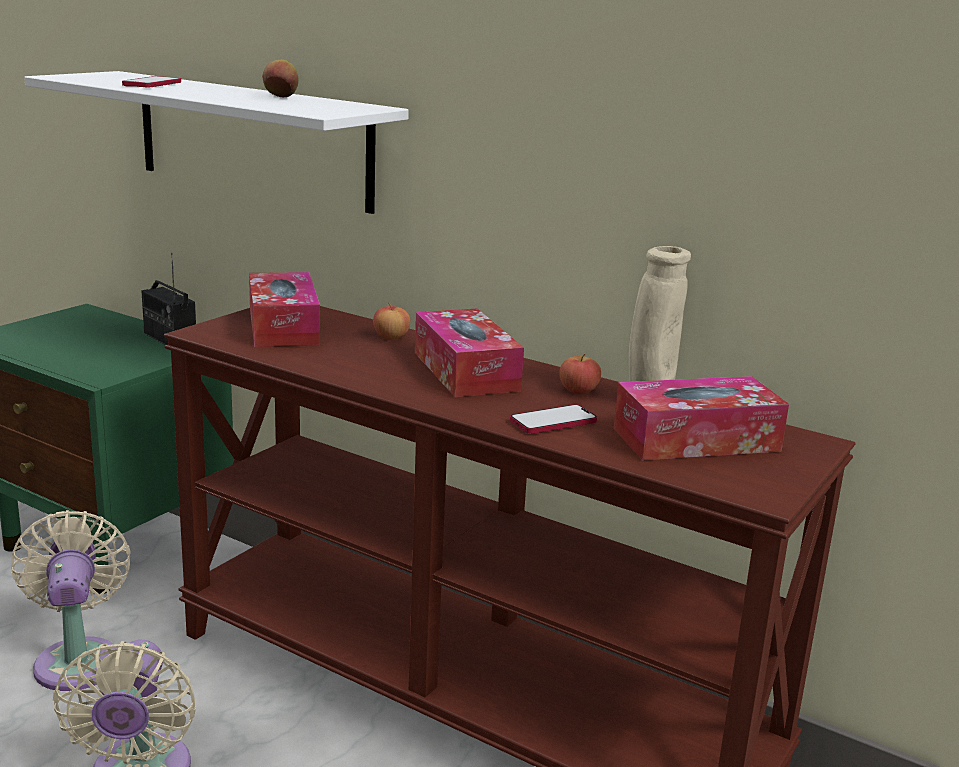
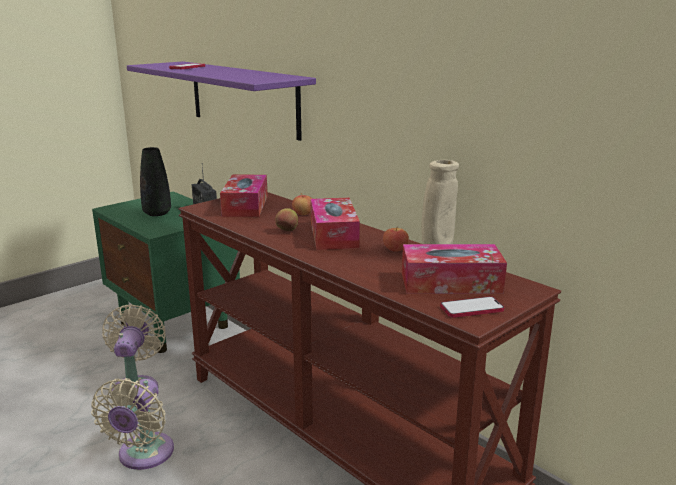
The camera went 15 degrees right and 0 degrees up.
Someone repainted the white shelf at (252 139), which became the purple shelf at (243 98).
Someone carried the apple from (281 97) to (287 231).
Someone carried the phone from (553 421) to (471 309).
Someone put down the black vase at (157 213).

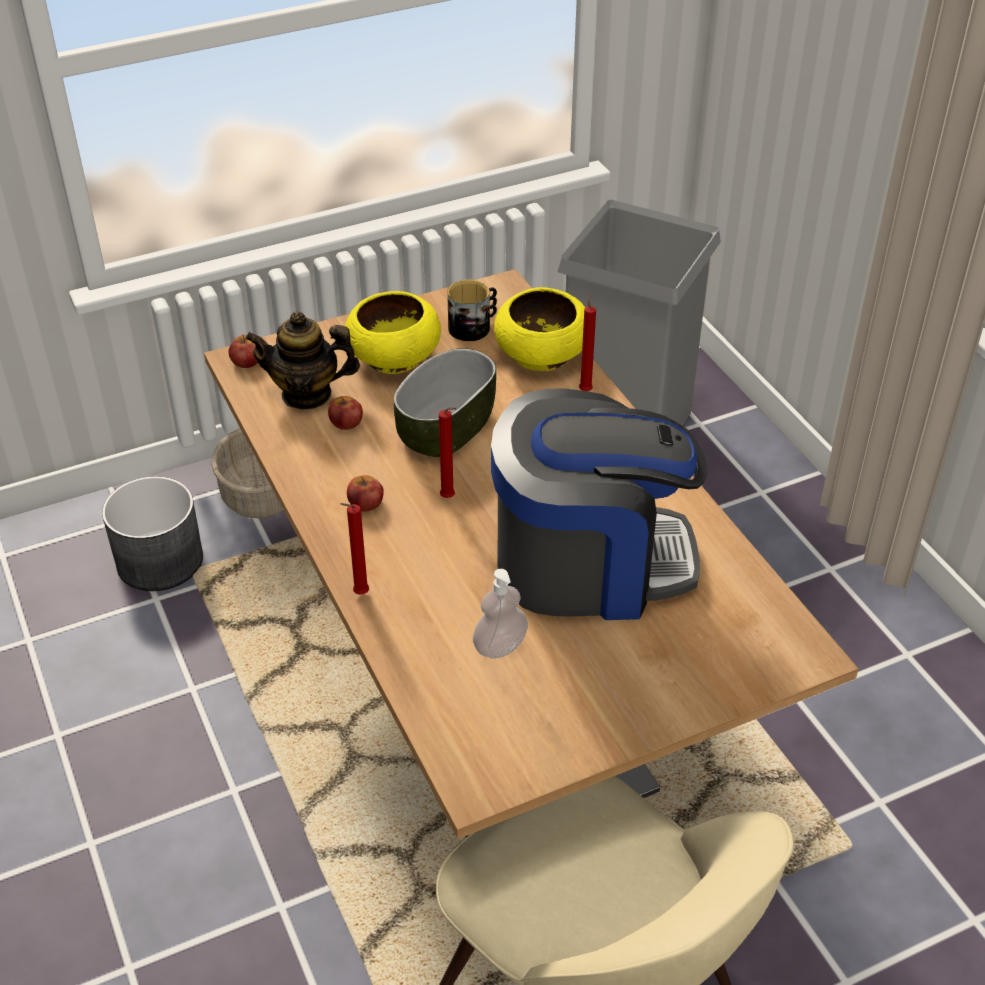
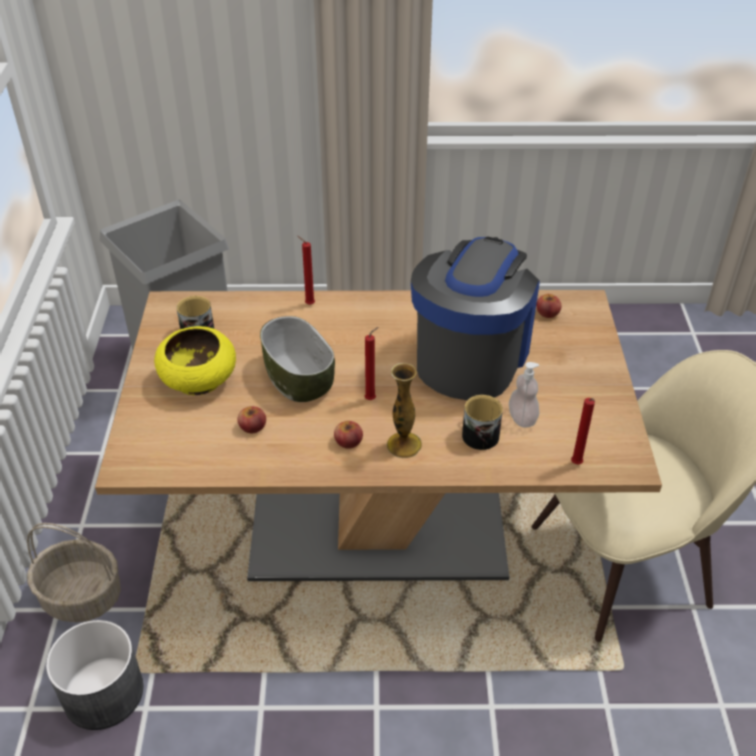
The camera went 65 degrees left and 0 degrees up.
Someone carried the apple from (246 361) to (547 312).
Someone took away the teapot at (307 394).
Someone carried the red candle from (358 594) to (576 465).
Someone took away the yellow bowl at (542 355).
Someone put down the vase at (404 445).
Someone put down the mug at (478 432).

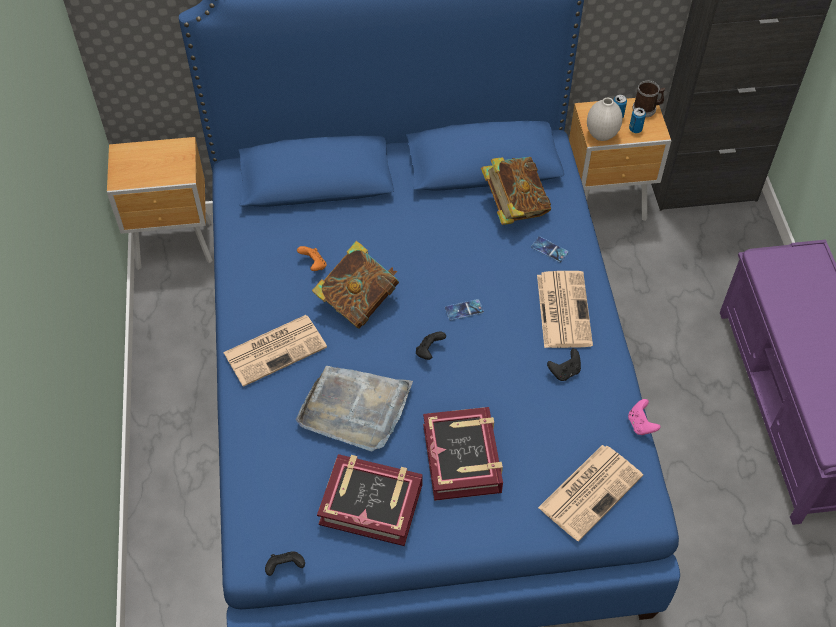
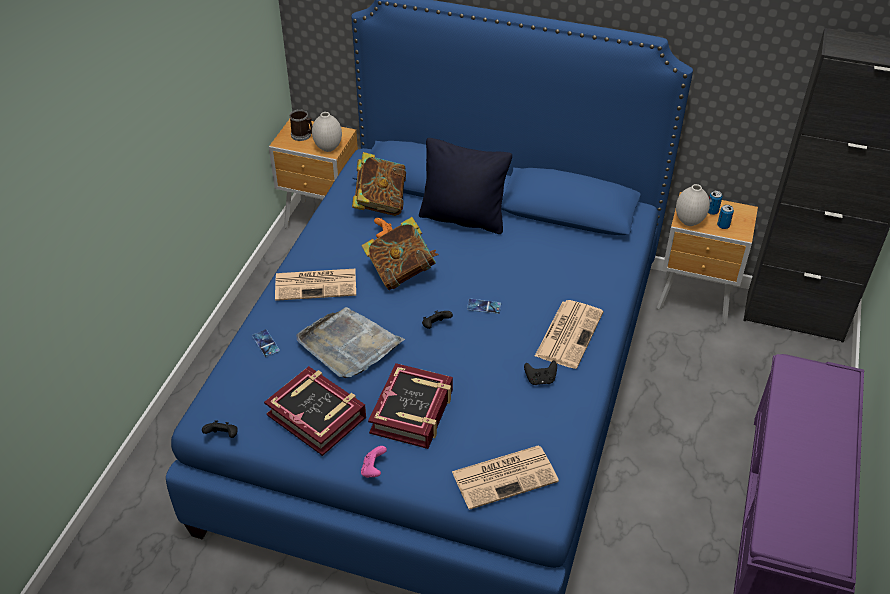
The camera went 25 degrees right and 10 degrees down.
Someone carried the book from (514 206) to (380 203).
Someone carried the phone from (549 249) to (265 343).
Someone carried the pink game controller from (641 424) to (373 469).
Someone carried the mug from (647 109) to (303 135).
Someone put down the white vase at (328 148).
Someone put down the black pillow at (463 218).

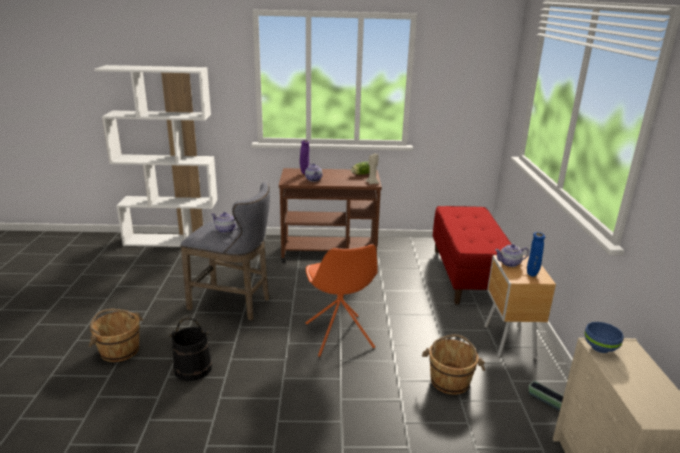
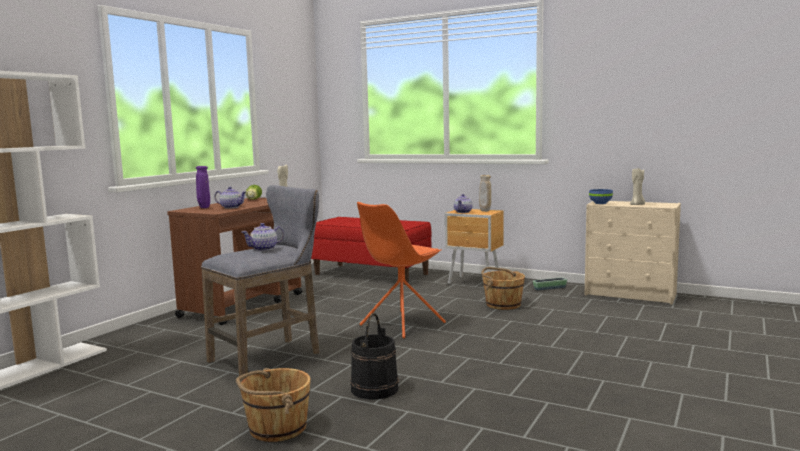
The camera went 60 degrees left and 15 degrees down.
Someone rotated the orange chair at (339 336) by 120 degrees clockwise.
Someone repainted the blue vase at (532 274), which became the beige vase at (485 211).
Someone put down the beige candle at (637 205).

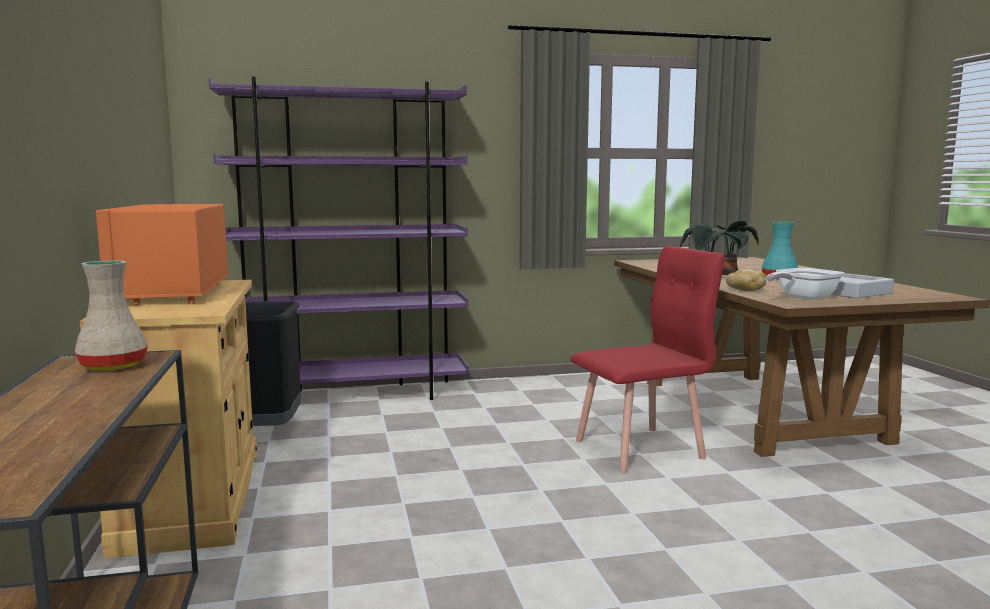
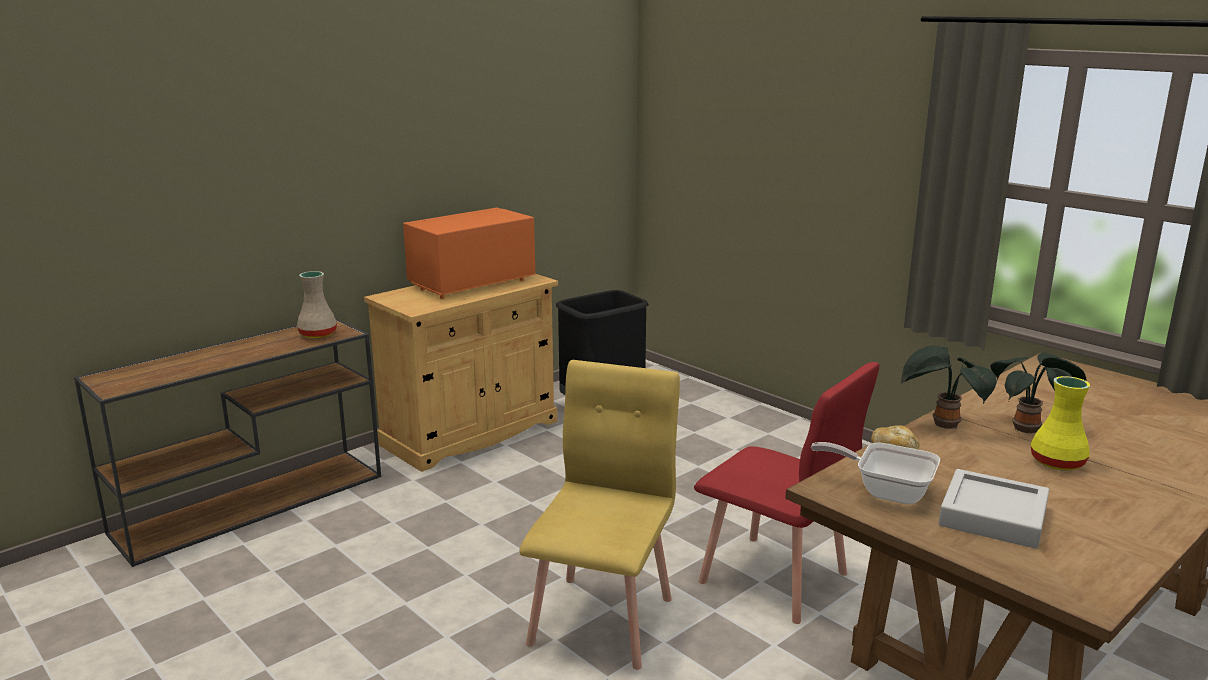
The camera went 60 degrees right and 10 degrees up.
Someone took away the purple bookcase at (353 395).
Someone repainted the turquoise vase at (778 278), which became the yellow vase at (1055 462).
Someone put down the yellow chair at (603 620).

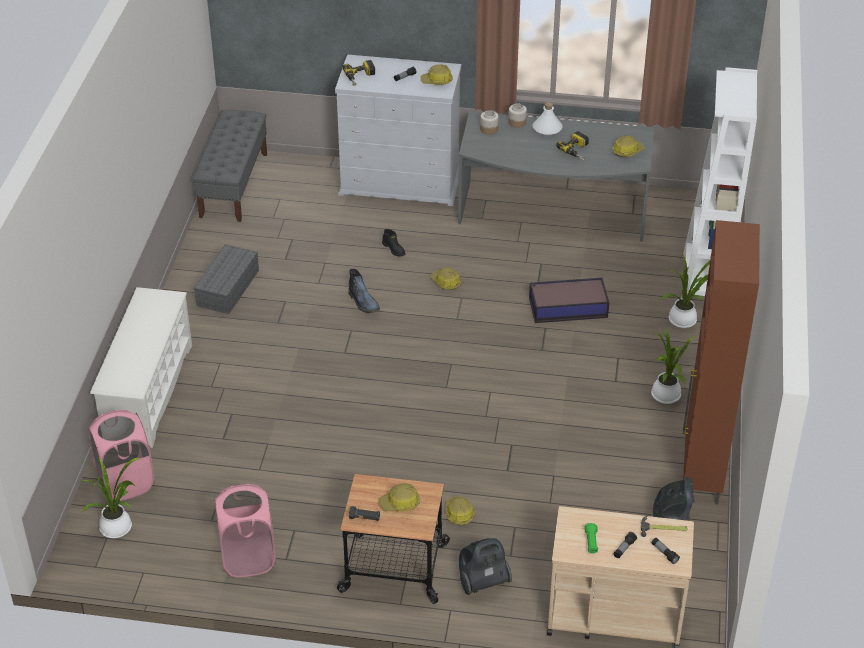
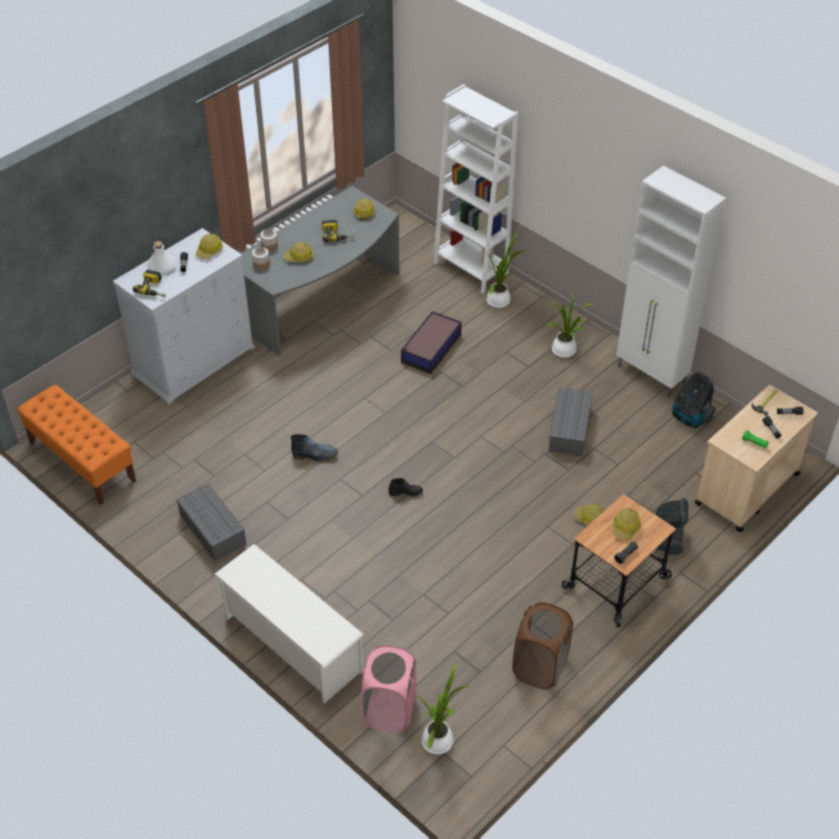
The camera went 55 degrees left and 5 degrees up.
Someone repainted the grey bench at (234 185), which became the orange bench at (81 461).
Someone repainted the pink laundry basket at (248 558), which became the brown laundry basket at (540 667).
Someone carried the black boot from (394 249) to (405 492).
Someone carried the hard hat from (446 282) to (299 257).
Someone carried the white bottle from (547 128) to (162 266).
Someone repainted the brown cabinet at (701 474), which became the white cabinet at (651 375).
Someone put down the grey storage box at (570 430).

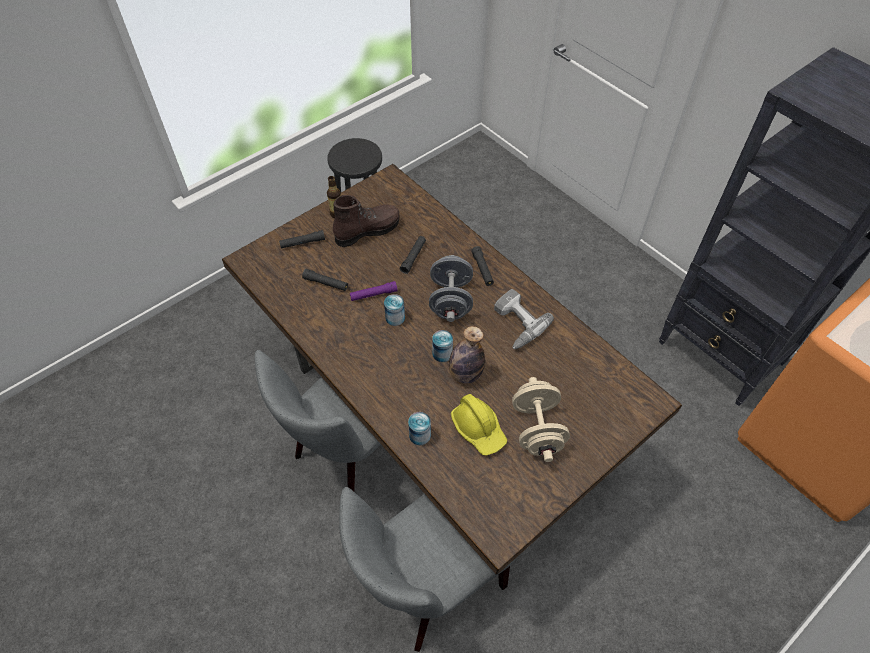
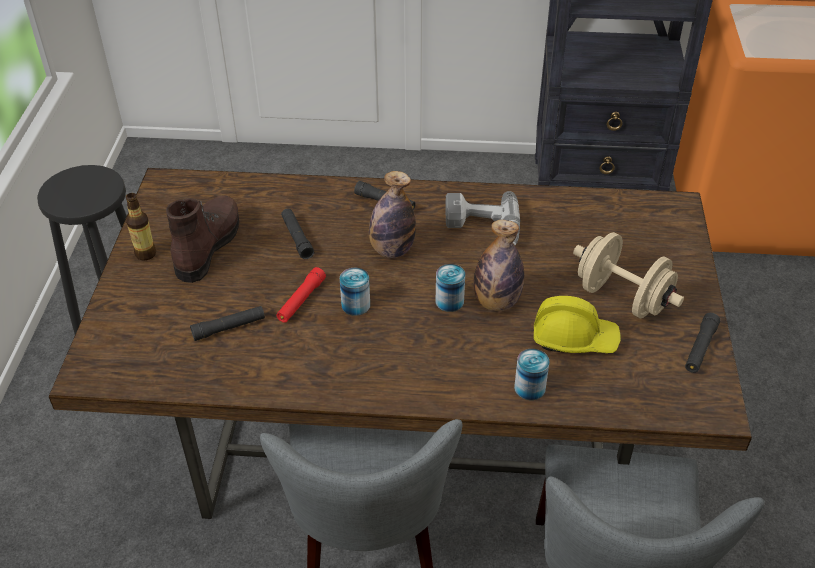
The camera went 45 degrees left and 10 degrees down.
Someone carried the black flashlight from (302 243) to (700 348).
Someone repainted the purple flashlight at (373 294), which became the red flashlight at (301 300).
Someone swapped the grey dumbbell at (450 300) for the bottle at (392 250).

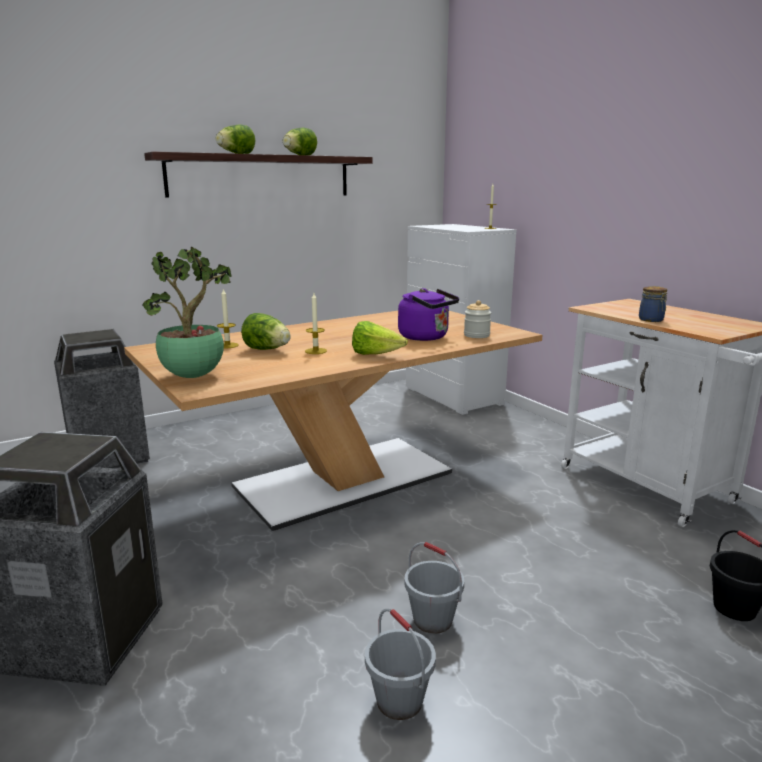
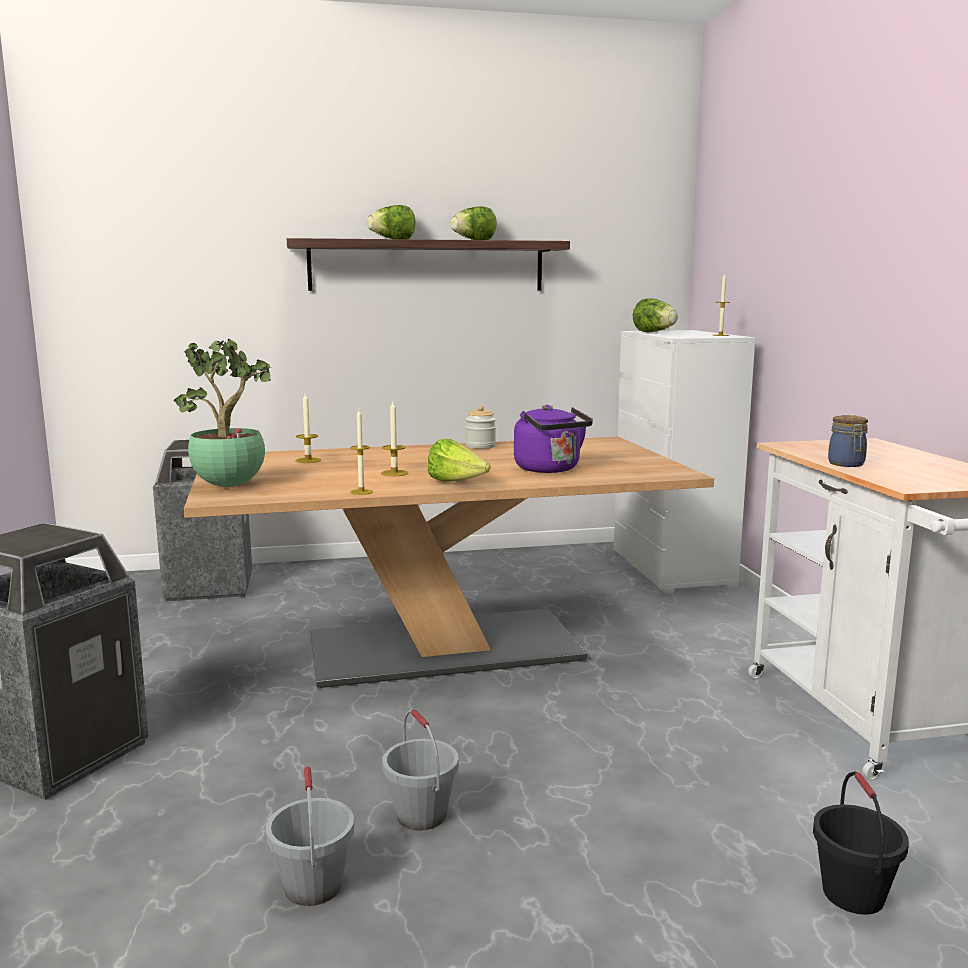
The camera went 20 degrees right and 5 degrees down.
Someone carried the lettuce from (267 350) to (654 332).
Someone carried the jar from (476 335) to (480 446).
Someone put down the candle at (361 492).

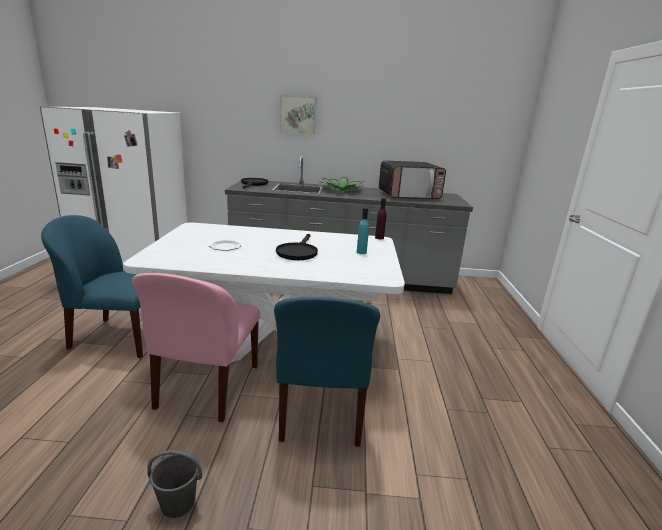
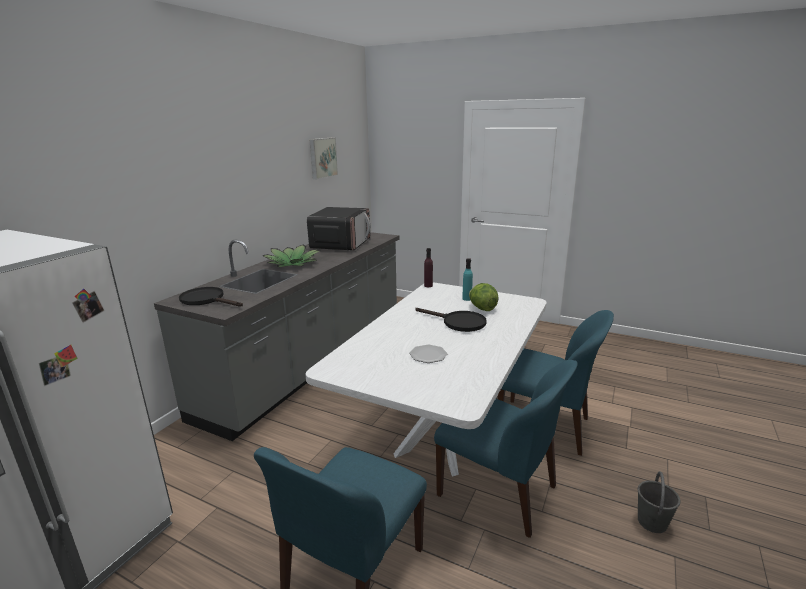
The camera went 65 degrees left and 0 degrees up.
Someone repainted the pink chair at (207 388), which became the blue chair at (499 492).
Someone carried the picture from (298 115) to (322 157).
Someone put down the lettuce at (482 308).

